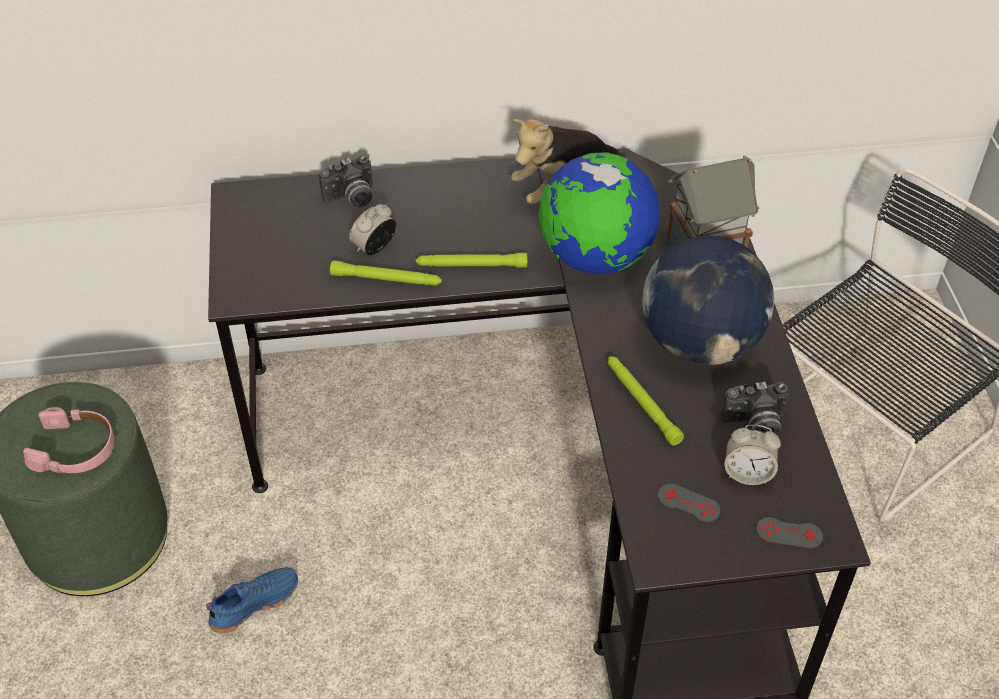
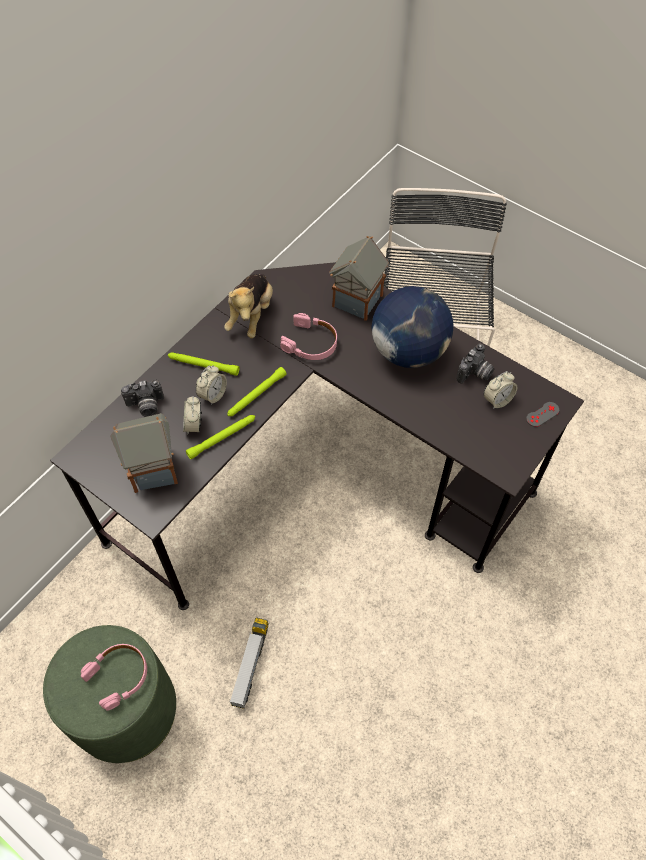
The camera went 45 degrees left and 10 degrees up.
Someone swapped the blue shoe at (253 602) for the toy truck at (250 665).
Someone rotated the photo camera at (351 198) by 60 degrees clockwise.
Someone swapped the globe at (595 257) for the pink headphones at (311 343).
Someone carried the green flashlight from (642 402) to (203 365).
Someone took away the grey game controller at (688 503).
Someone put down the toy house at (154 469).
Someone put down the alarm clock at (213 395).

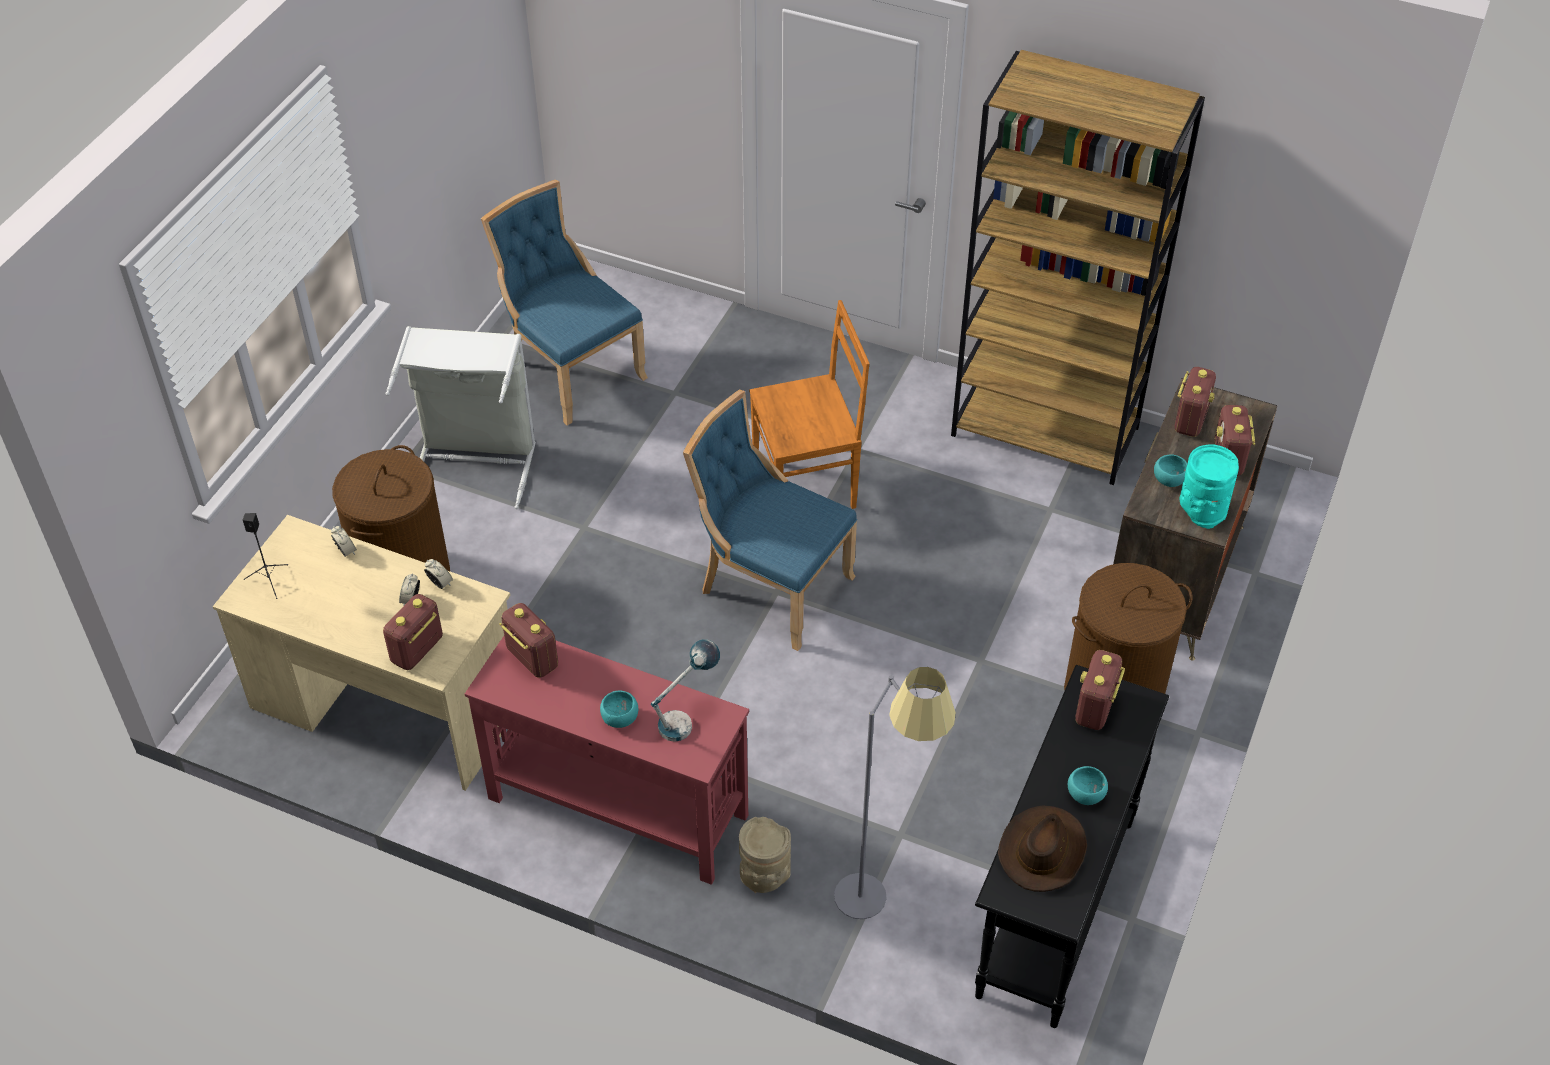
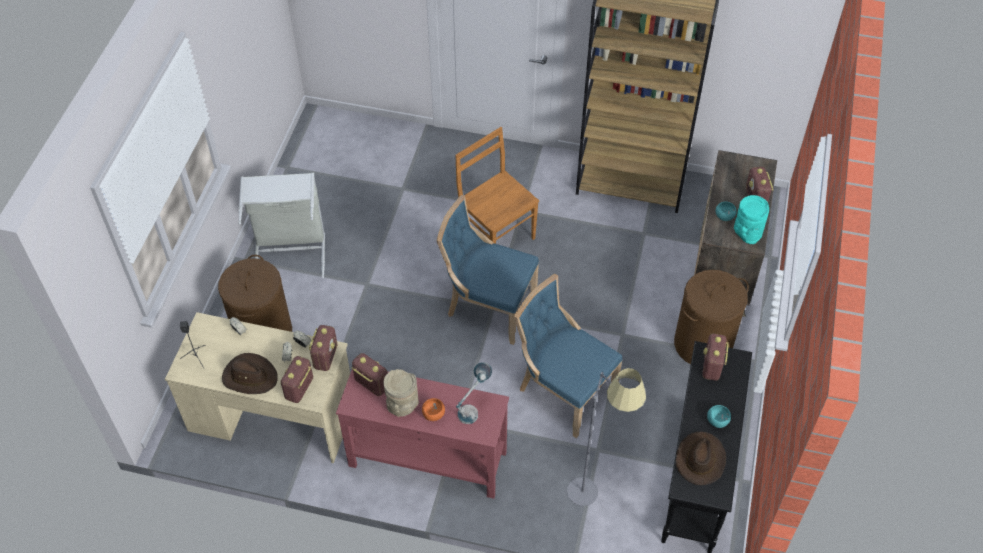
The camera went 10 degrees left and 5 degrees up.
Someone carried the blue chair from (571 370) to (563 390).
Someone repainted the turquoise bowl at (619 718), which became the orange bowl at (433 414).
Someone carried the beige vase from (764 876) to (402 406).
Someone rotated the brown chair at (807 483) by 105 degrees counterclockwise.
Someone carried the radio from (1190 419) to (325 357).
Someone put down the brown hat at (250 376).

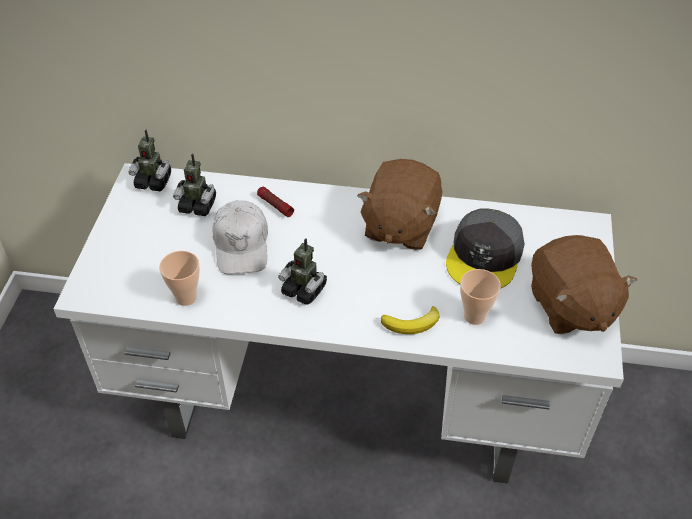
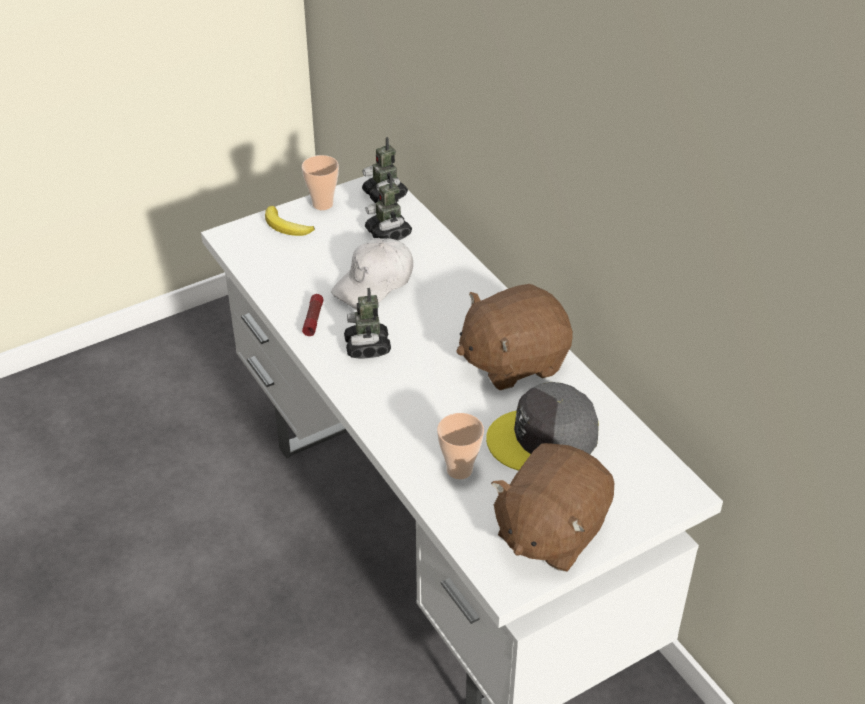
The camera went 50 degrees right and 5 degrees down.
Someone carried the cup from (186 297) to (322 204).
Someone carried the flashlight from (275 205) to (313 319).
Someone carried the banana from (412 324) to (286 226).

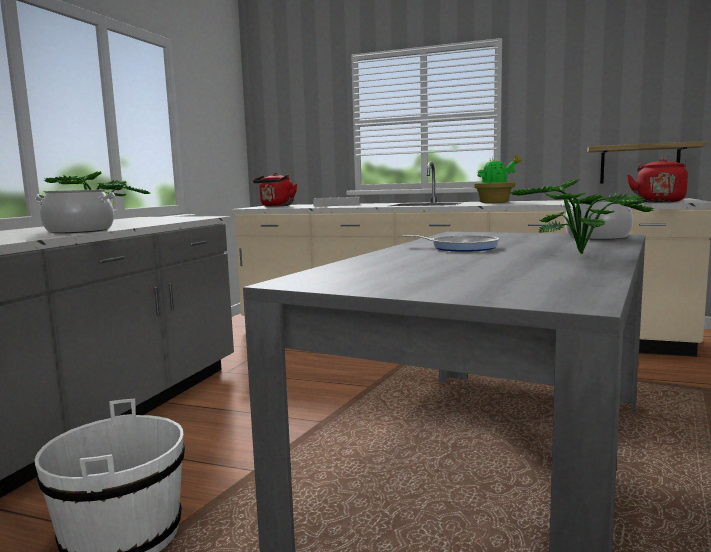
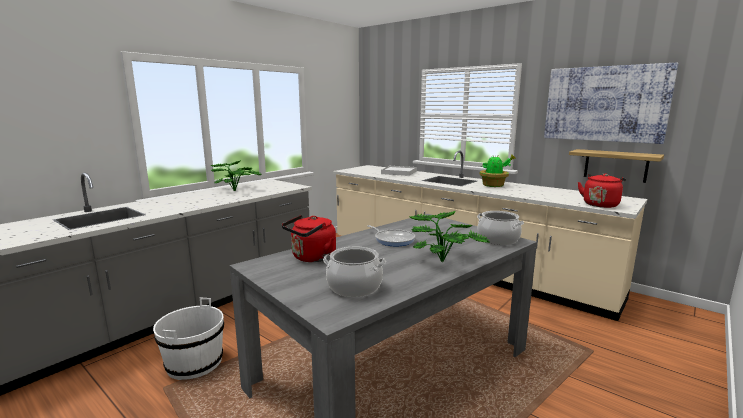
The camera went 20 degrees right and 5 degrees up.
Someone carried the cooking pot from (80 231) to (354 287).
Someone carried the red kettle from (276 206) to (312 258).
Someone put up the picture at (605 104).

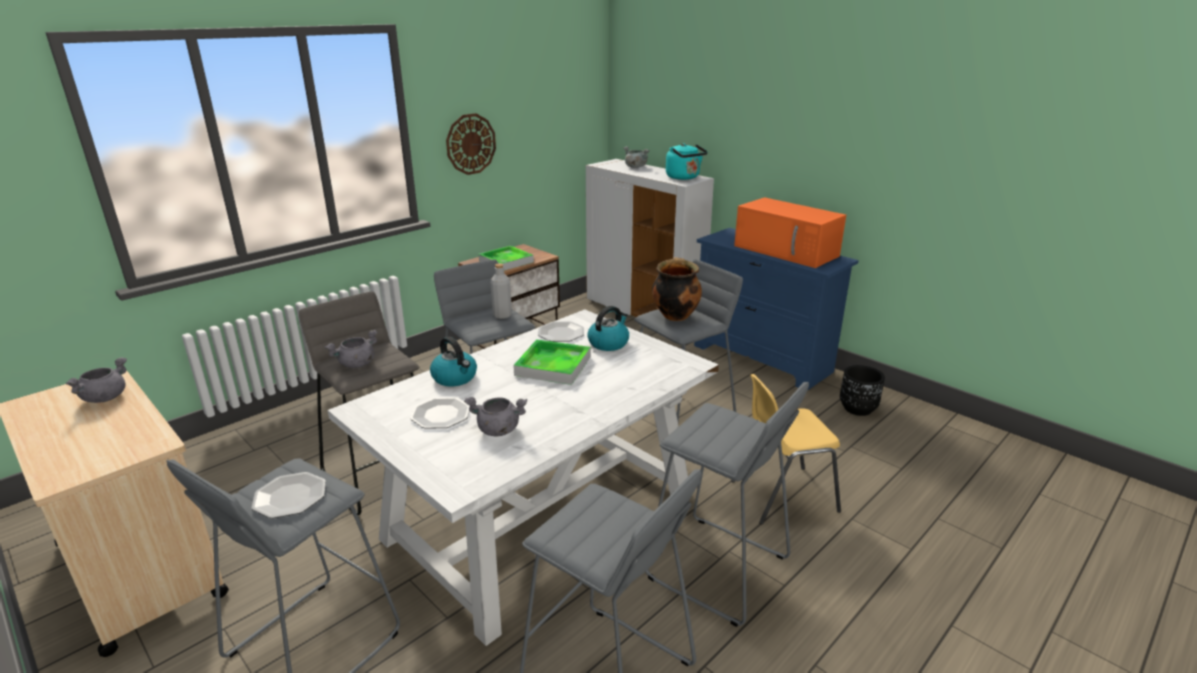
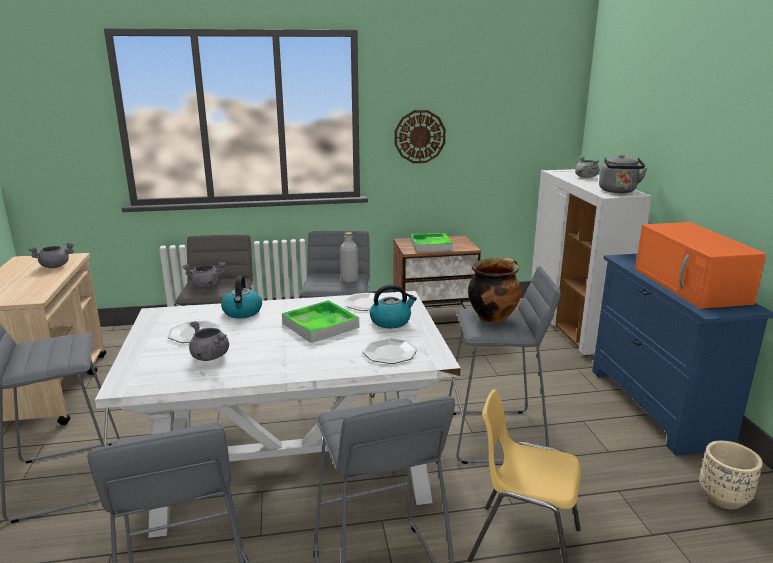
The camera went 35 degrees right and 5 degrees down.
Someone carried the plate from (290 496) to (389 352).
Someone repainted the turquoise kettle at (684 177), which became the grey kettle at (618 191).
Someone repainted the black planter at (857 408), which became the beige planter at (723 497).

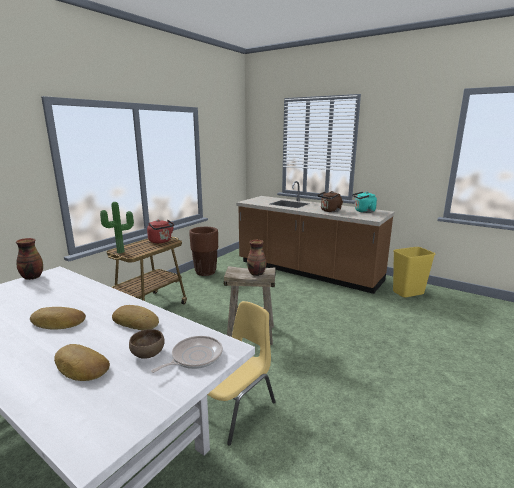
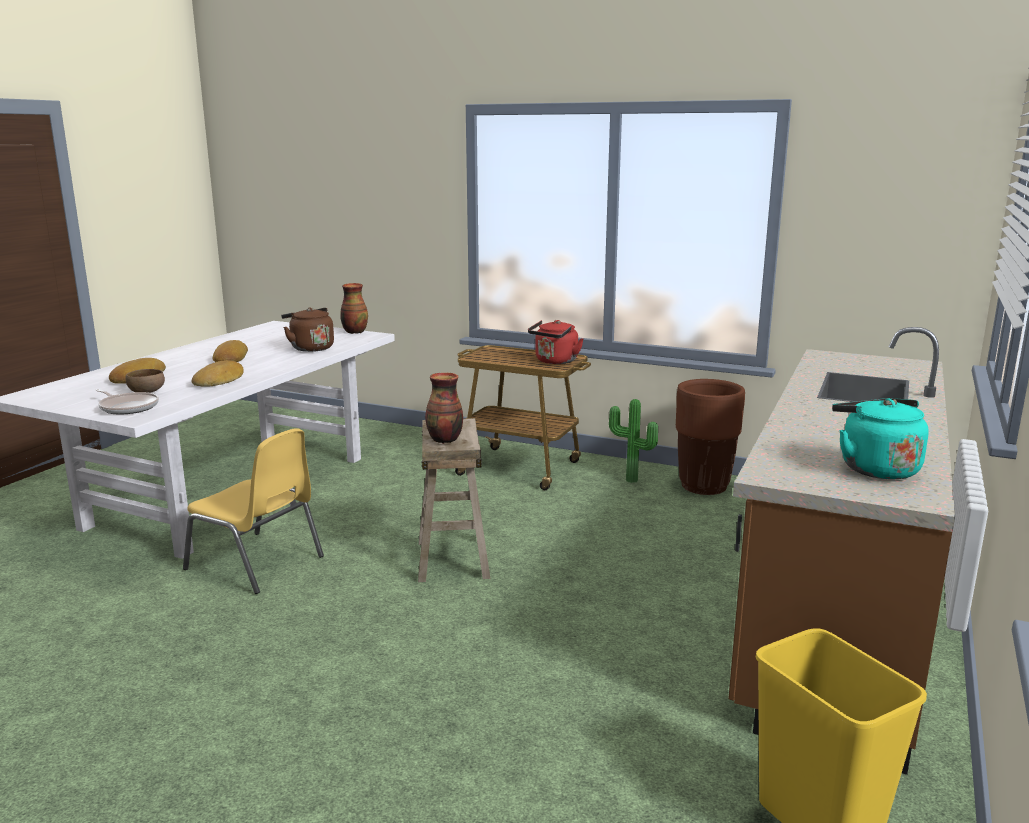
The camera went 80 degrees right and 0 degrees up.
Someone carried the potted plant from (121 252) to (630 481).
Someone carried the brown kettle from (329 211) to (310 348).

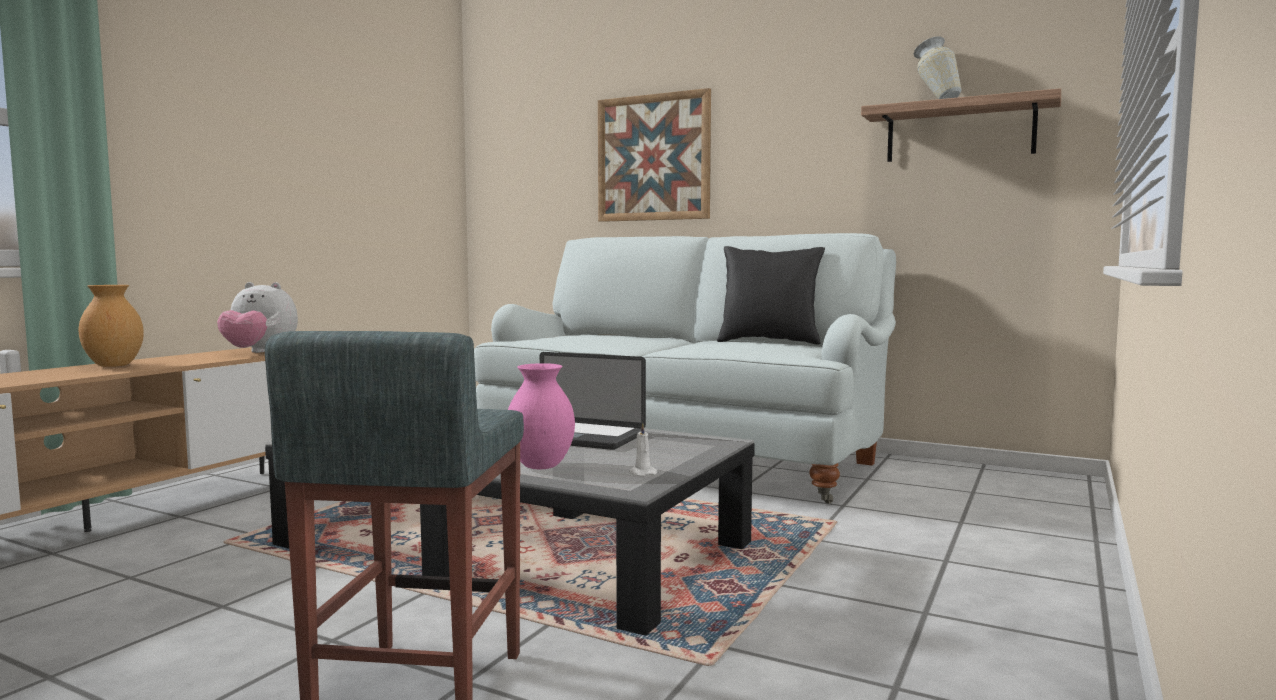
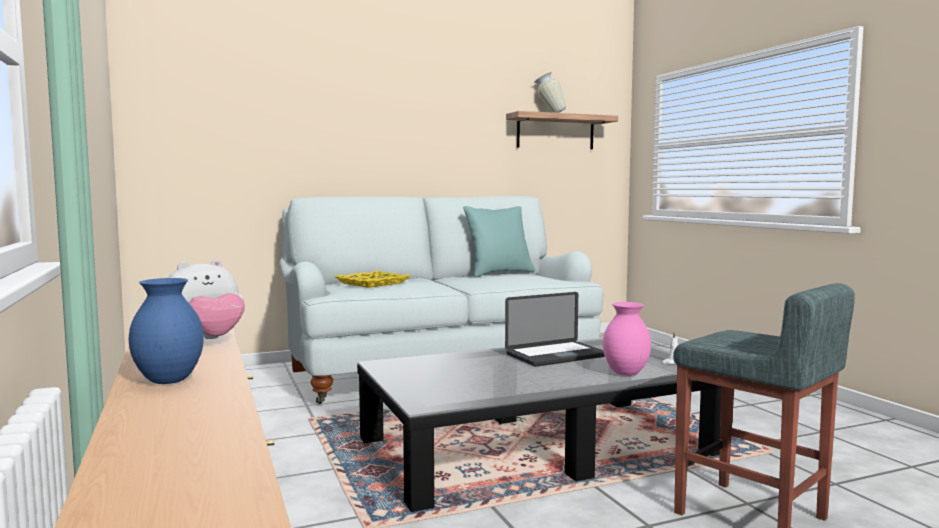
The camera went 50 degrees left and 0 degrees up.
Someone repainted the brown vase at (114 365), which became the blue vase at (167 381).
Someone took away the picture at (653 158).
Someone repainted the black pillow at (769 342), which became the turquoise pillow at (499 273).
Someone put down the yellow tray at (373 283).

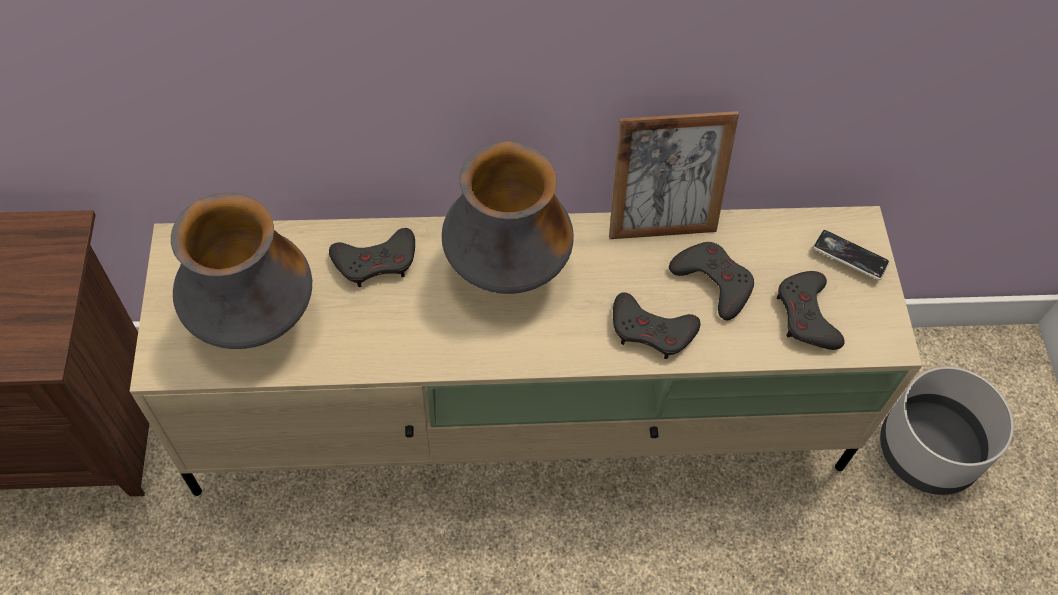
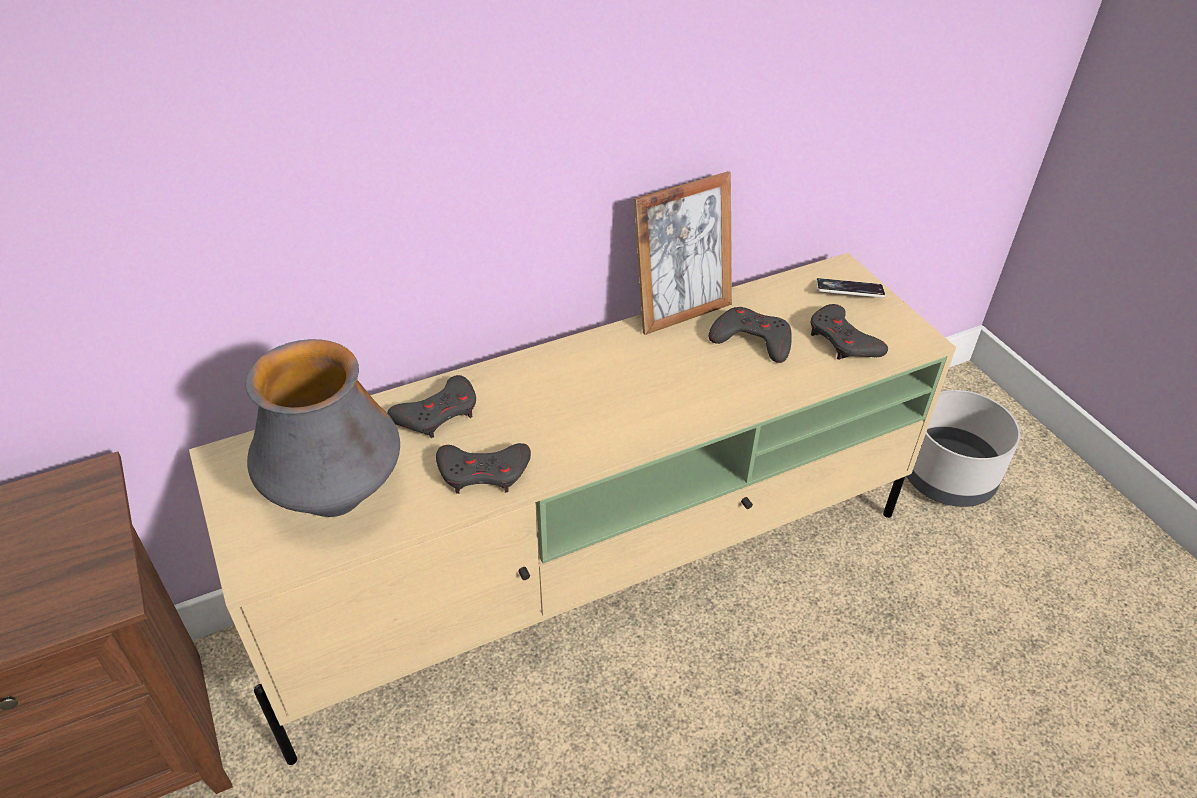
The camera went 20 degrees left and 15 degrees down.
Someone took away the vase at (506 269).
Someone carried the grey game controller from (651 330) to (484 472).

